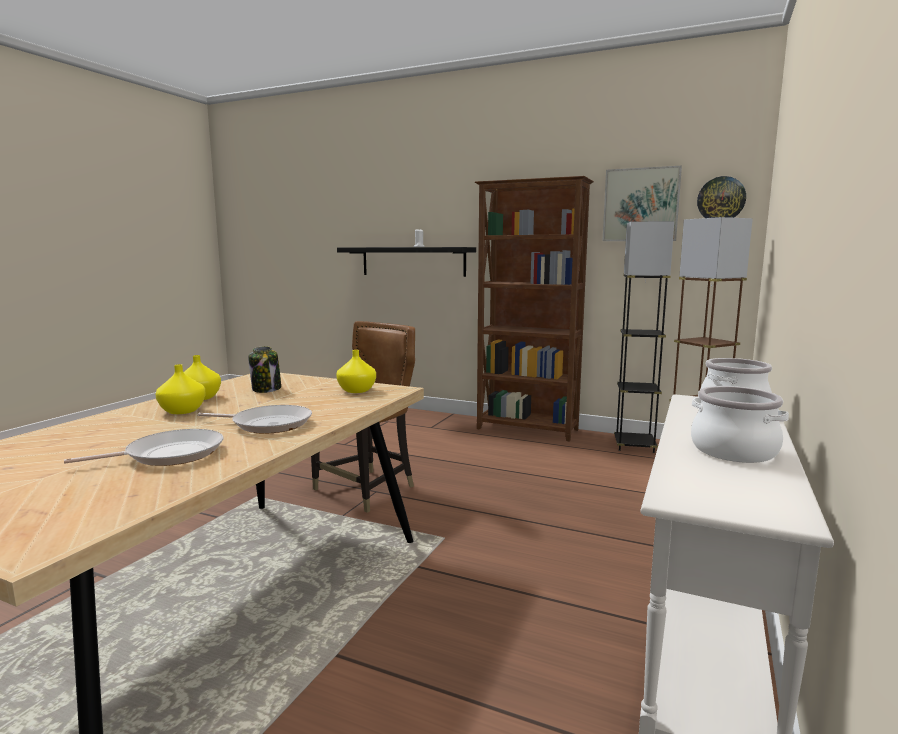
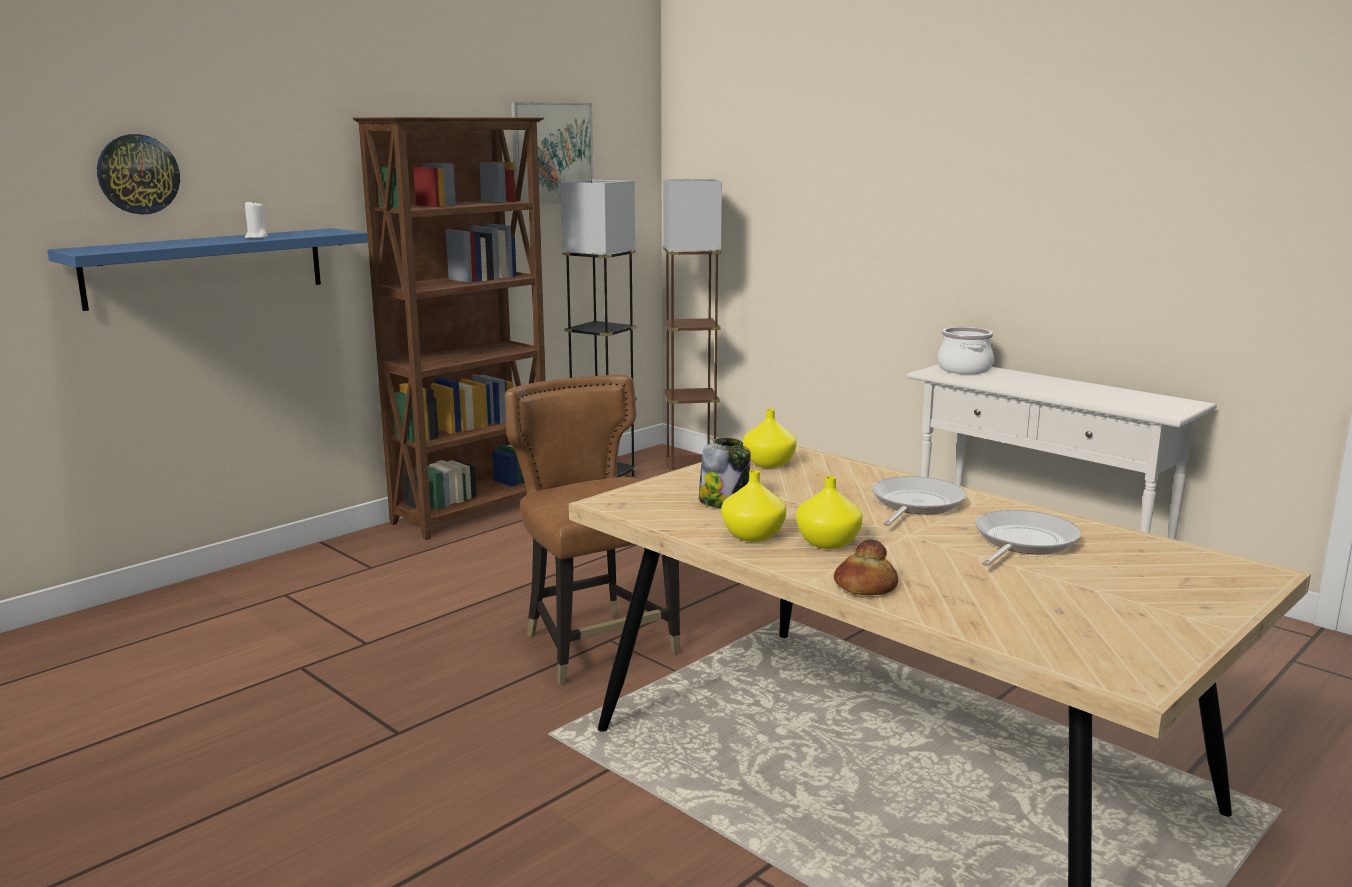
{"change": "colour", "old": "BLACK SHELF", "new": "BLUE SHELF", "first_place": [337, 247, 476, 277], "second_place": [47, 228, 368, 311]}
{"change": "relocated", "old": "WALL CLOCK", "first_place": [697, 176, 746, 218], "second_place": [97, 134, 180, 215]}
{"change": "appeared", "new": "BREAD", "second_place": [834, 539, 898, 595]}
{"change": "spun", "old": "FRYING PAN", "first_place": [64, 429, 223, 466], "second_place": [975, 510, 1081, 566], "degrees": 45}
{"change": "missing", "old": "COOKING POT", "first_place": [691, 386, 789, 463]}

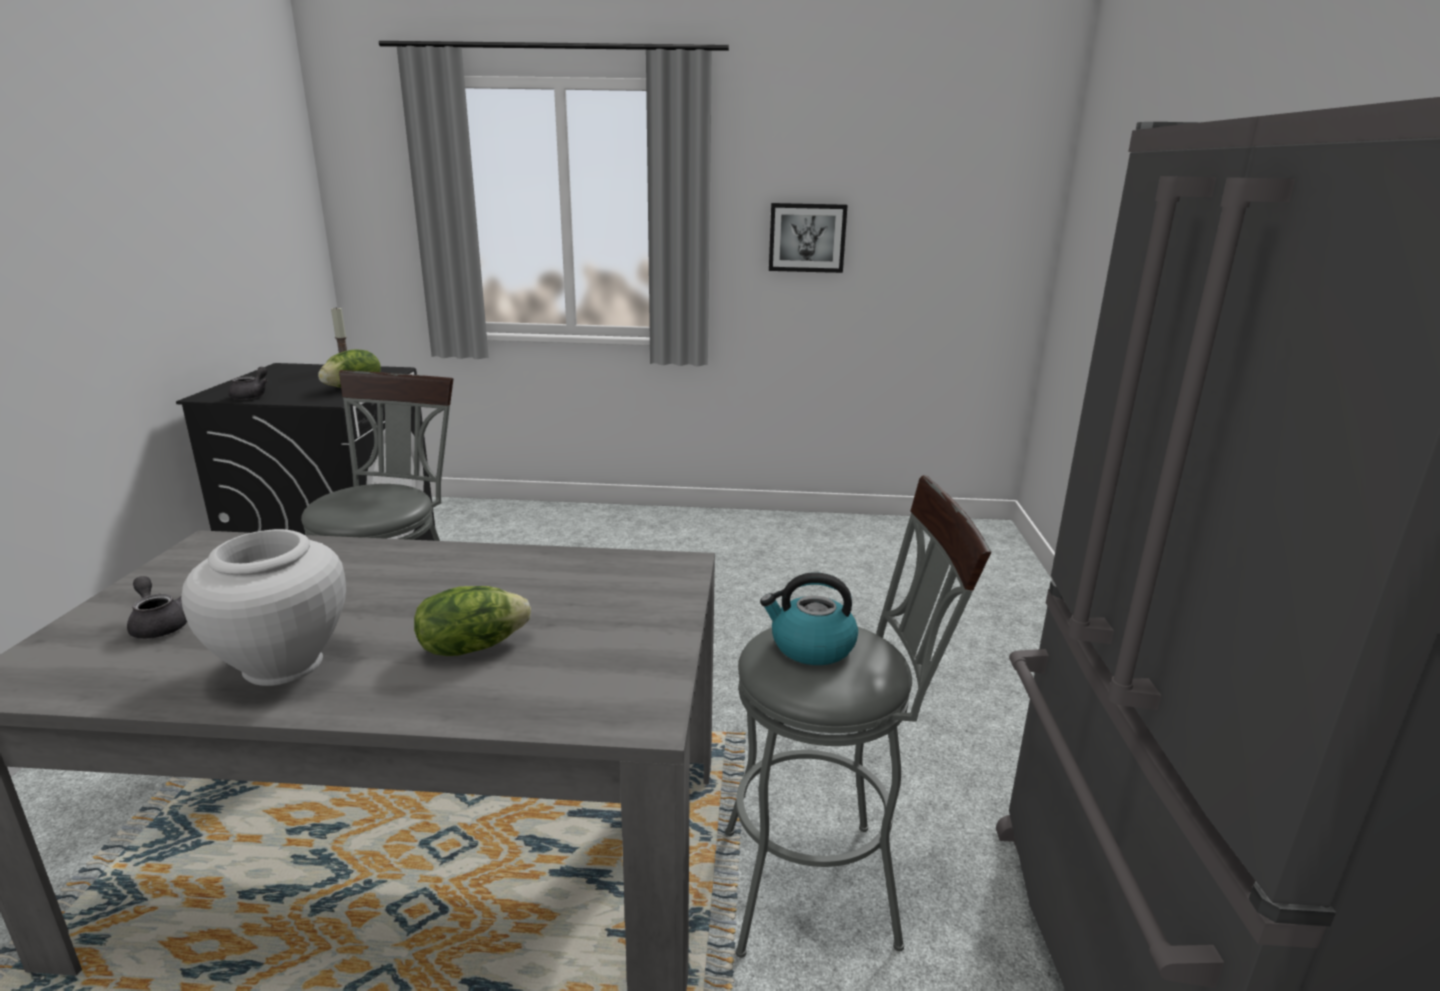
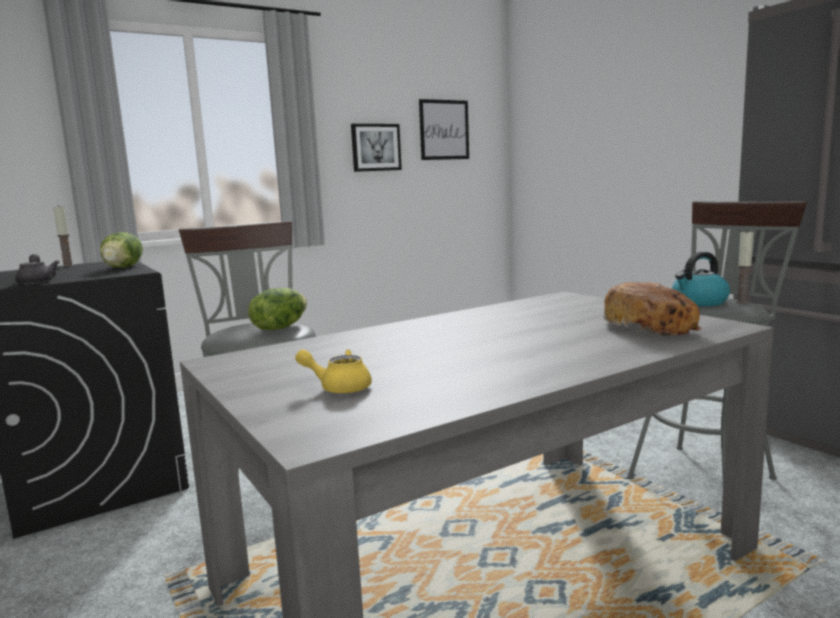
{"change": "relocated", "old": "LETTUCE", "first_place": [414, 586, 531, 656], "second_place": [248, 288, 307, 330]}
{"change": "colour", "old": "GREY TEAPOT", "new": "YELLOW TEAPOT", "first_place": [127, 576, 187, 639], "second_place": [295, 349, 372, 394]}
{"change": "appeared", "new": "PICTURE", "second_place": [419, 99, 469, 160]}
{"change": "appeared", "new": "BREAD", "second_place": [603, 282, 701, 336]}
{"change": "appeared", "new": "CANDLE", "second_place": [736, 230, 753, 304]}
{"change": "missing", "old": "WHITE VASE", "first_place": [181, 529, 346, 686]}

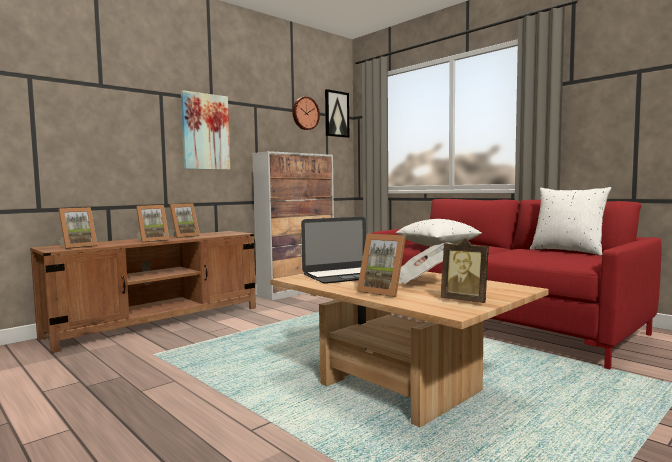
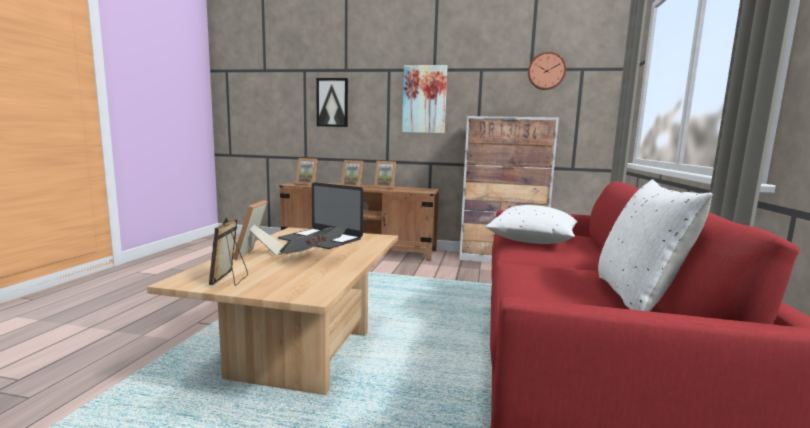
{"change": "relocated", "old": "PICTURE", "first_place": [325, 89, 349, 138], "second_place": [316, 78, 348, 127]}

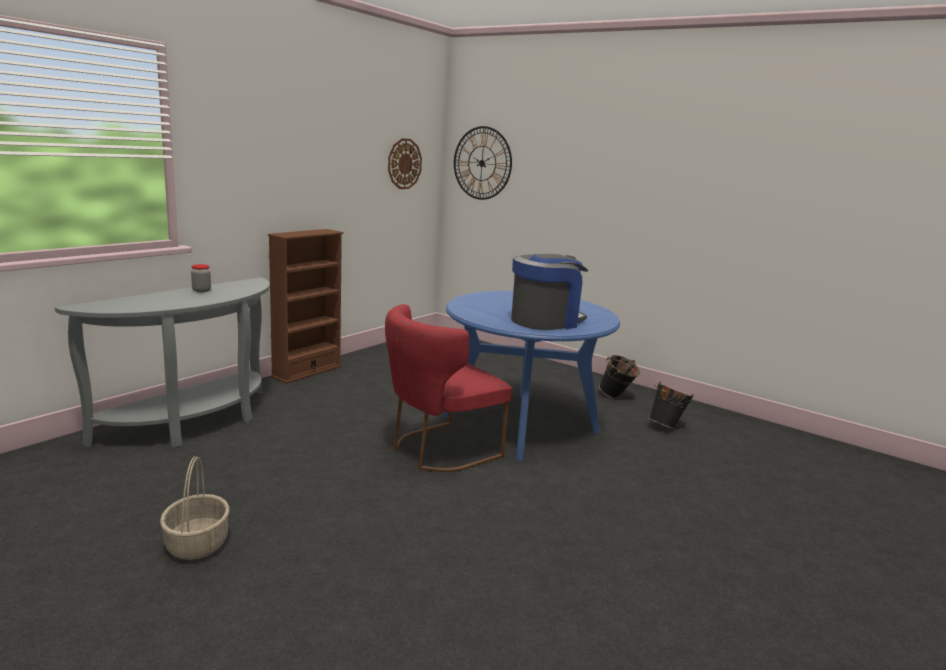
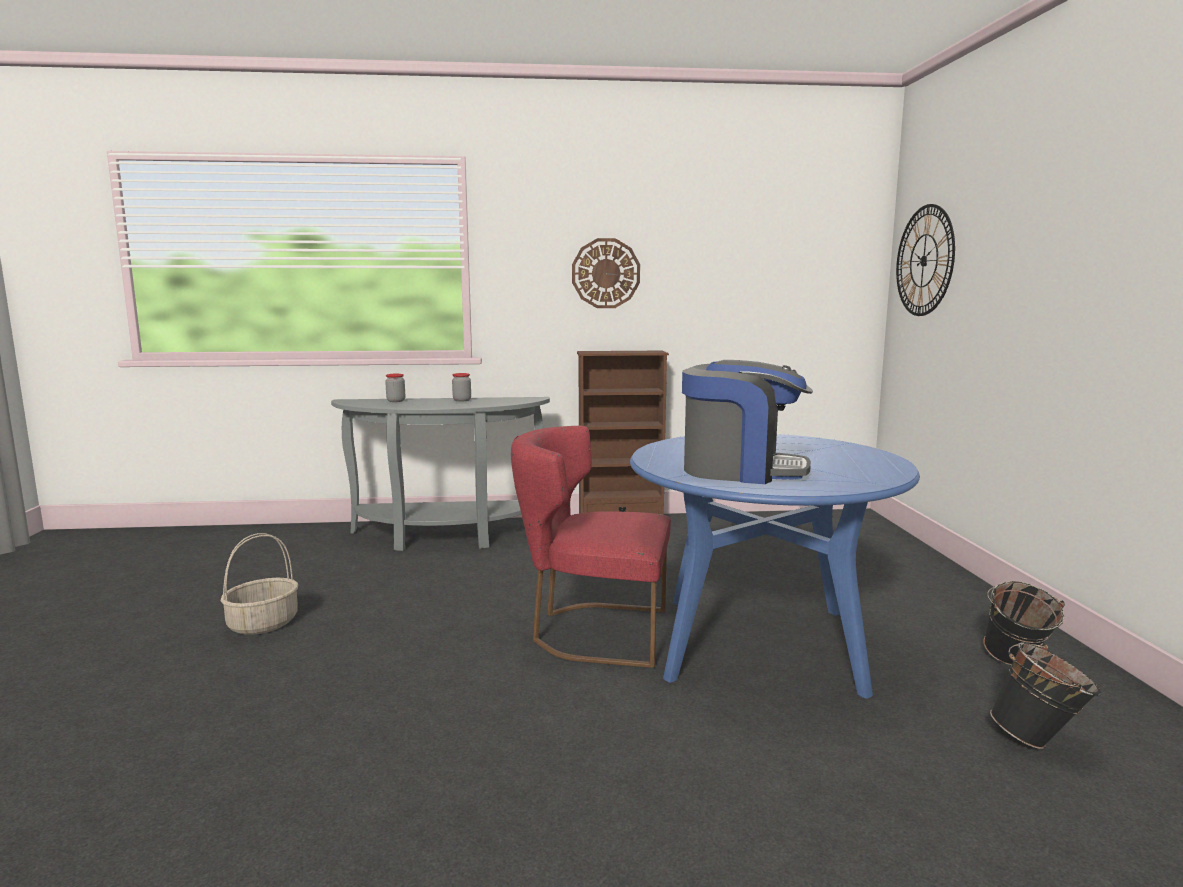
{"change": "appeared", "new": "JAR", "second_place": [385, 374, 405, 402]}
{"change": "relocated", "old": "WALL CLOCK", "first_place": [388, 138, 422, 189], "second_place": [572, 238, 640, 308]}

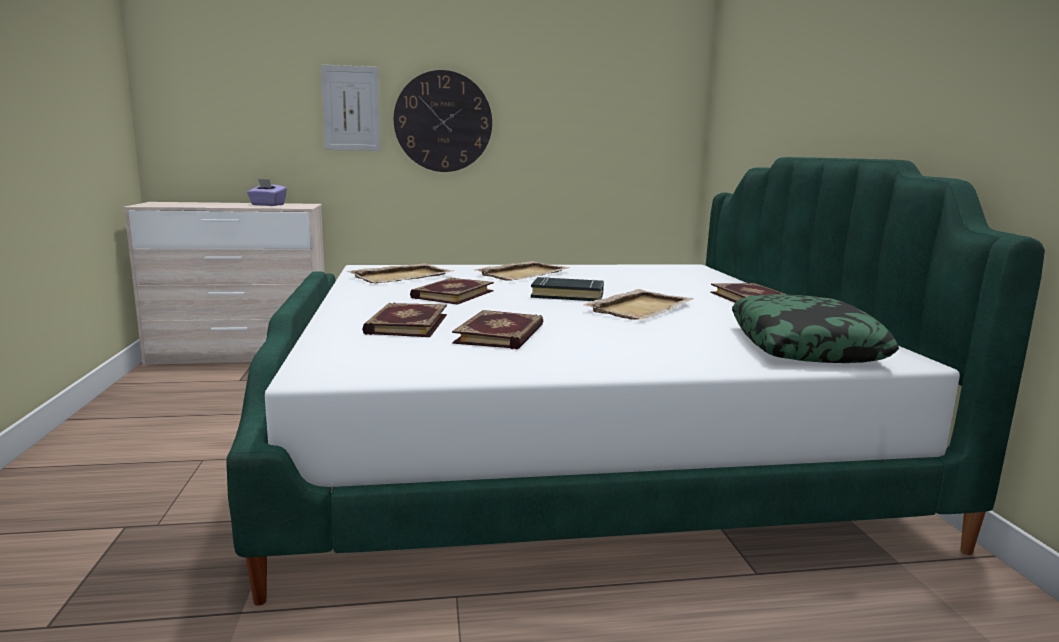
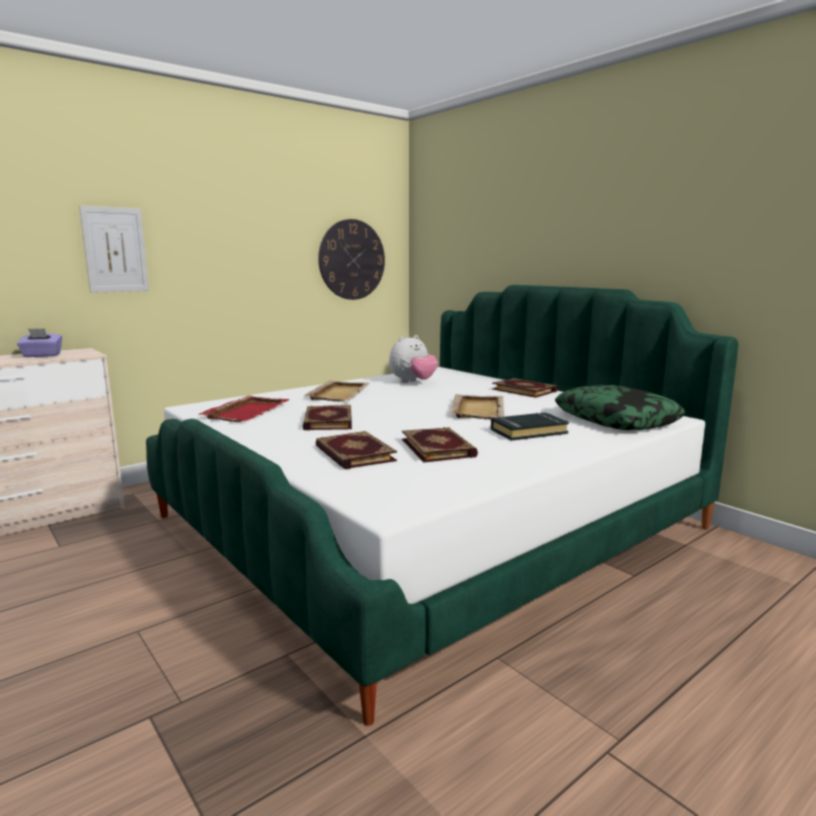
{"change": "colour", "old": "BEIGE TRAY", "new": "RED TRAY", "first_place": [347, 263, 453, 283], "second_place": [199, 396, 290, 422]}
{"change": "relocated", "old": "WALL CLOCK", "first_place": [394, 70, 492, 172], "second_place": [318, 219, 385, 300]}
{"change": "appeared", "new": "PLUSH TOY", "second_place": [389, 335, 438, 383]}
{"change": "relocated", "old": "BLACK BOOK", "first_place": [531, 277, 604, 301], "second_place": [491, 412, 569, 441]}

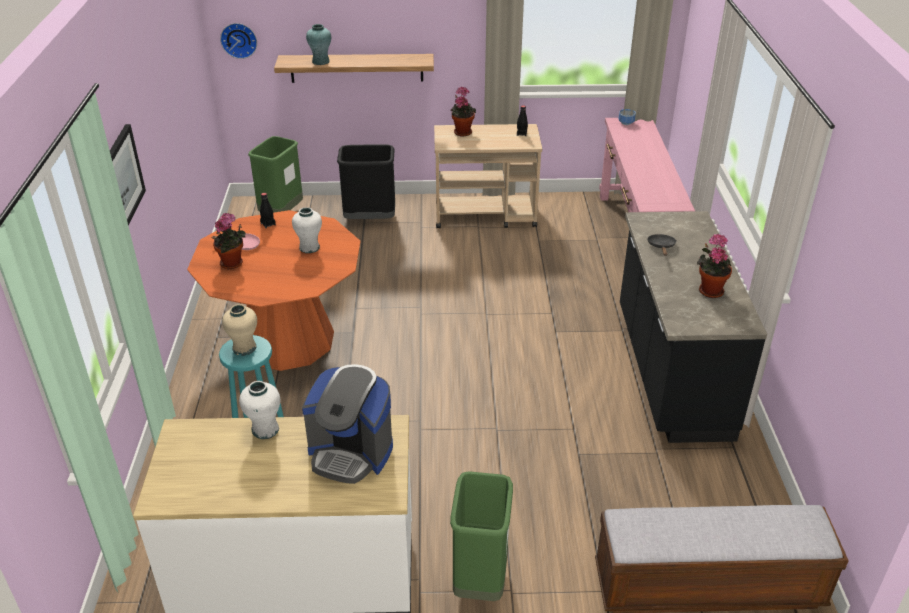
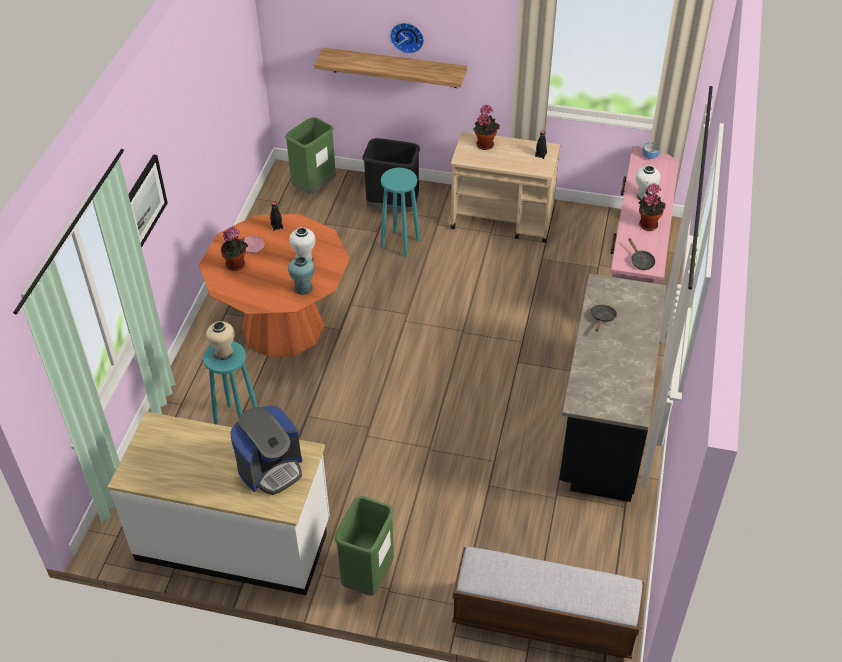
{"change": "spun", "old": "COFFEE MACHINE", "first_place": [302, 364, 393, 484], "second_place": [230, 406, 302, 495], "degrees": -75}
{"change": "relocated", "old": "TURQUOISE VASE", "first_place": [306, 24, 331, 65], "second_place": [288, 256, 315, 295]}
{"change": "appeared", "new": "TURQUOISE STOOL", "second_place": [381, 168, 420, 257]}
{"change": "relocated", "old": "WALL CLOCK", "first_place": [220, 23, 257, 59], "second_place": [390, 23, 424, 54]}
{"change": "appeared", "new": "BLACK FRYING PAN", "second_place": [628, 238, 655, 270]}
{"change": "relocated", "old": "WHITE VASE", "first_place": [239, 381, 280, 439], "second_place": [636, 165, 661, 201]}
{"change": "relocated", "old": "POTTED PLANT", "first_place": [697, 234, 732, 298], "second_place": [639, 183, 666, 231]}

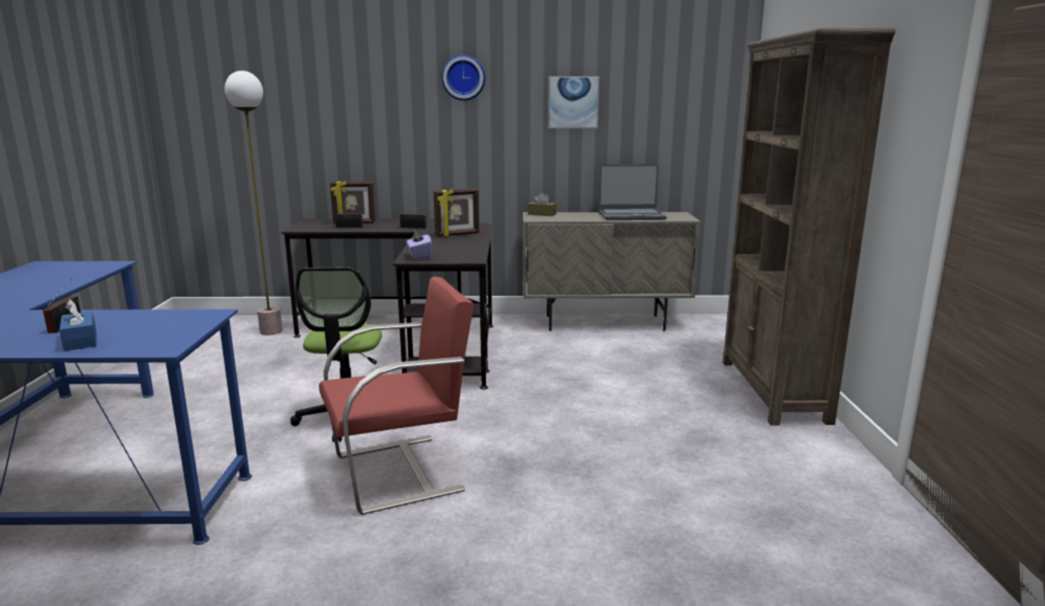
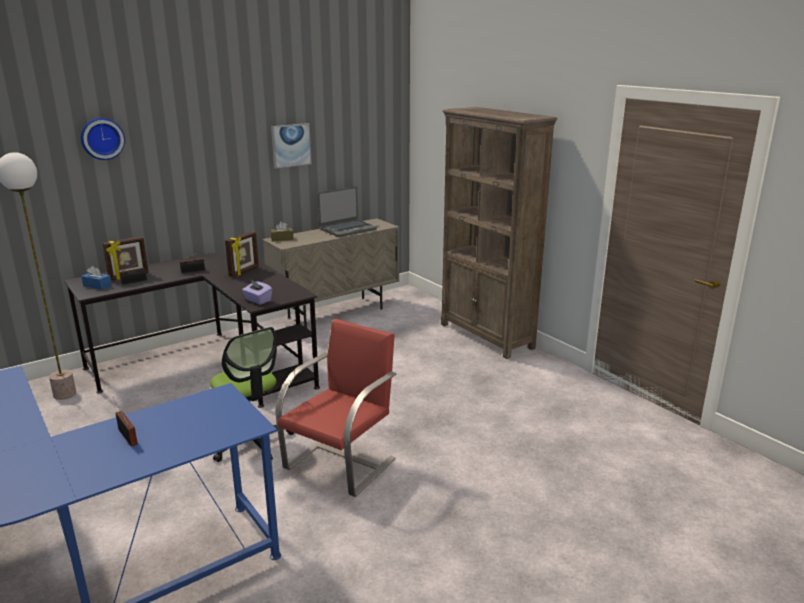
{"change": "relocated", "old": "WALL CLOCK", "first_place": [442, 55, 485, 101], "second_place": [81, 118, 125, 160]}
{"change": "relocated", "old": "BLUE TISSUE BOX", "first_place": [59, 299, 97, 351], "second_place": [81, 266, 112, 290]}

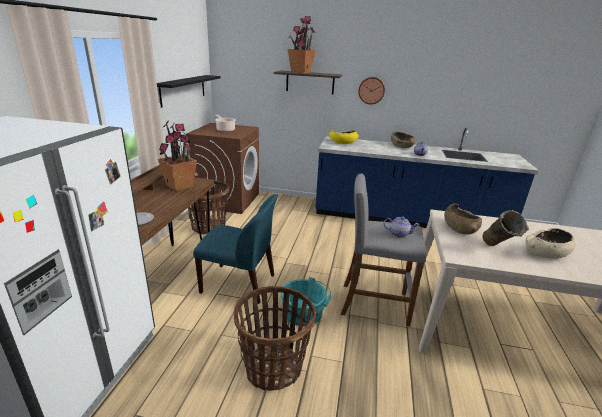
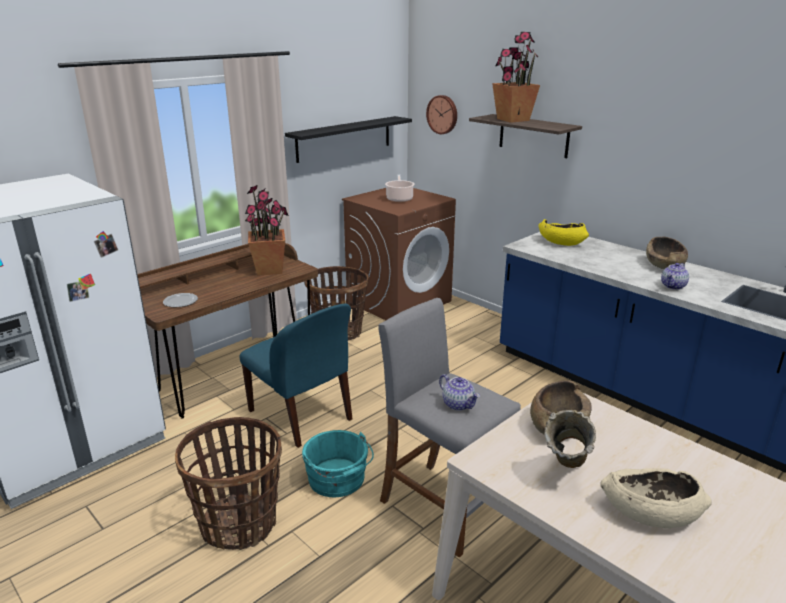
{"change": "relocated", "old": "WALL CLOCK", "first_place": [358, 77, 385, 104], "second_place": [426, 95, 457, 134]}

